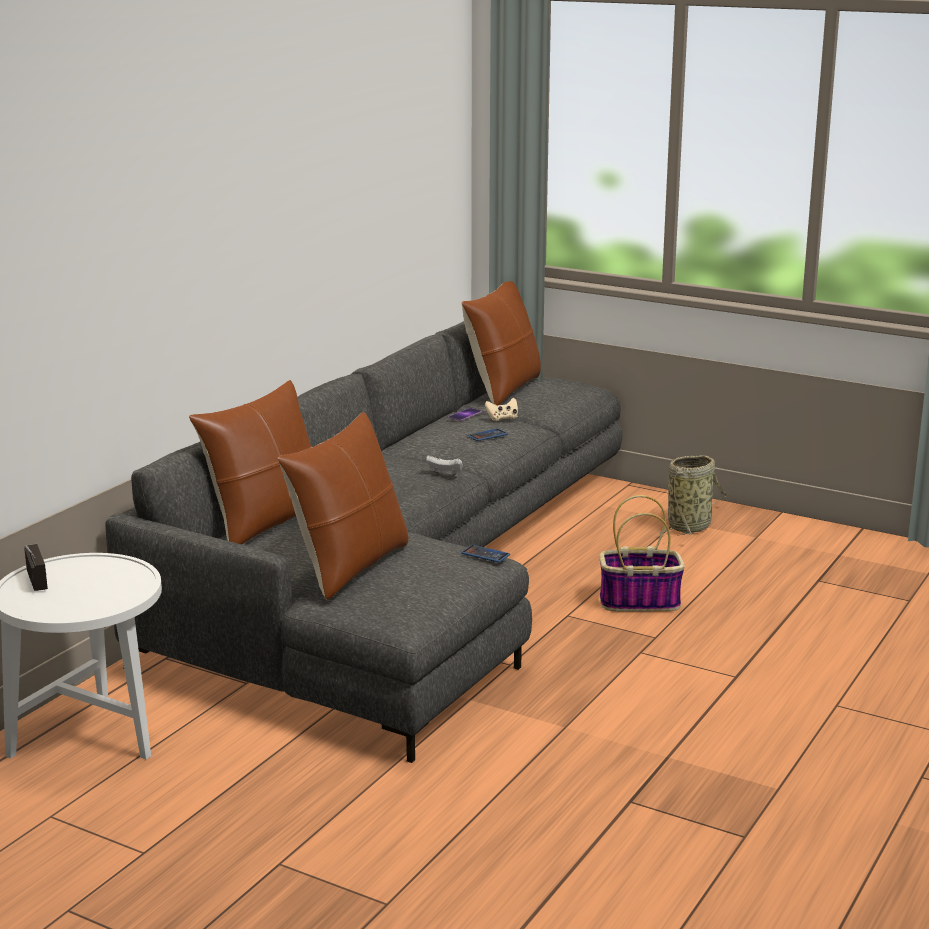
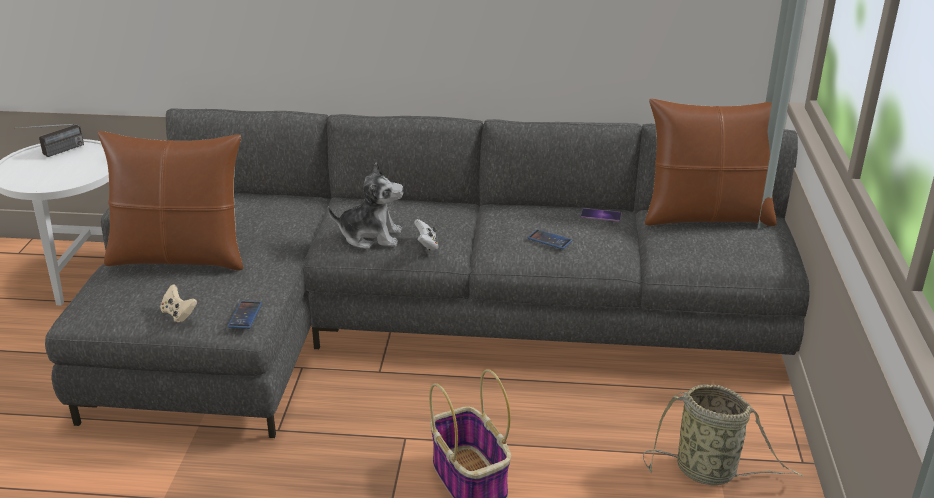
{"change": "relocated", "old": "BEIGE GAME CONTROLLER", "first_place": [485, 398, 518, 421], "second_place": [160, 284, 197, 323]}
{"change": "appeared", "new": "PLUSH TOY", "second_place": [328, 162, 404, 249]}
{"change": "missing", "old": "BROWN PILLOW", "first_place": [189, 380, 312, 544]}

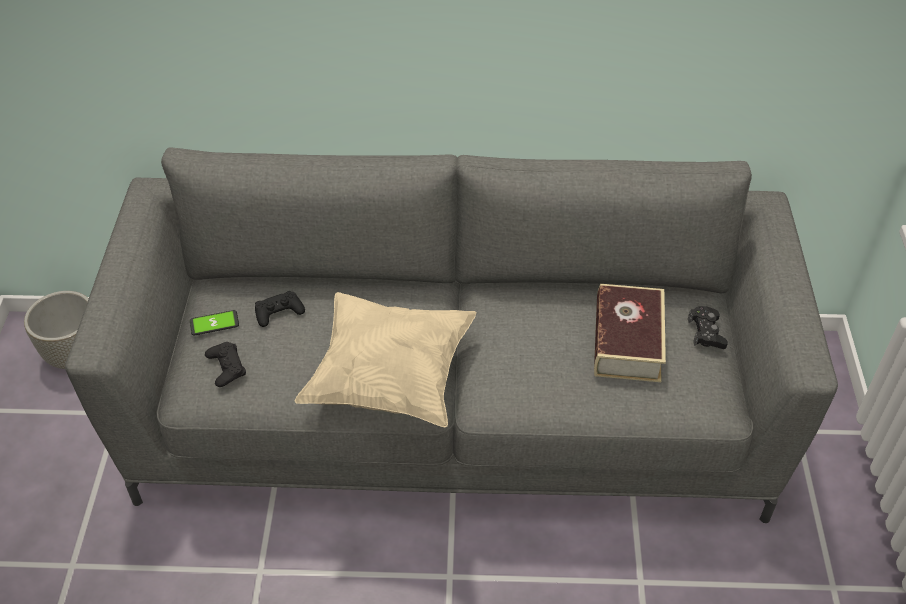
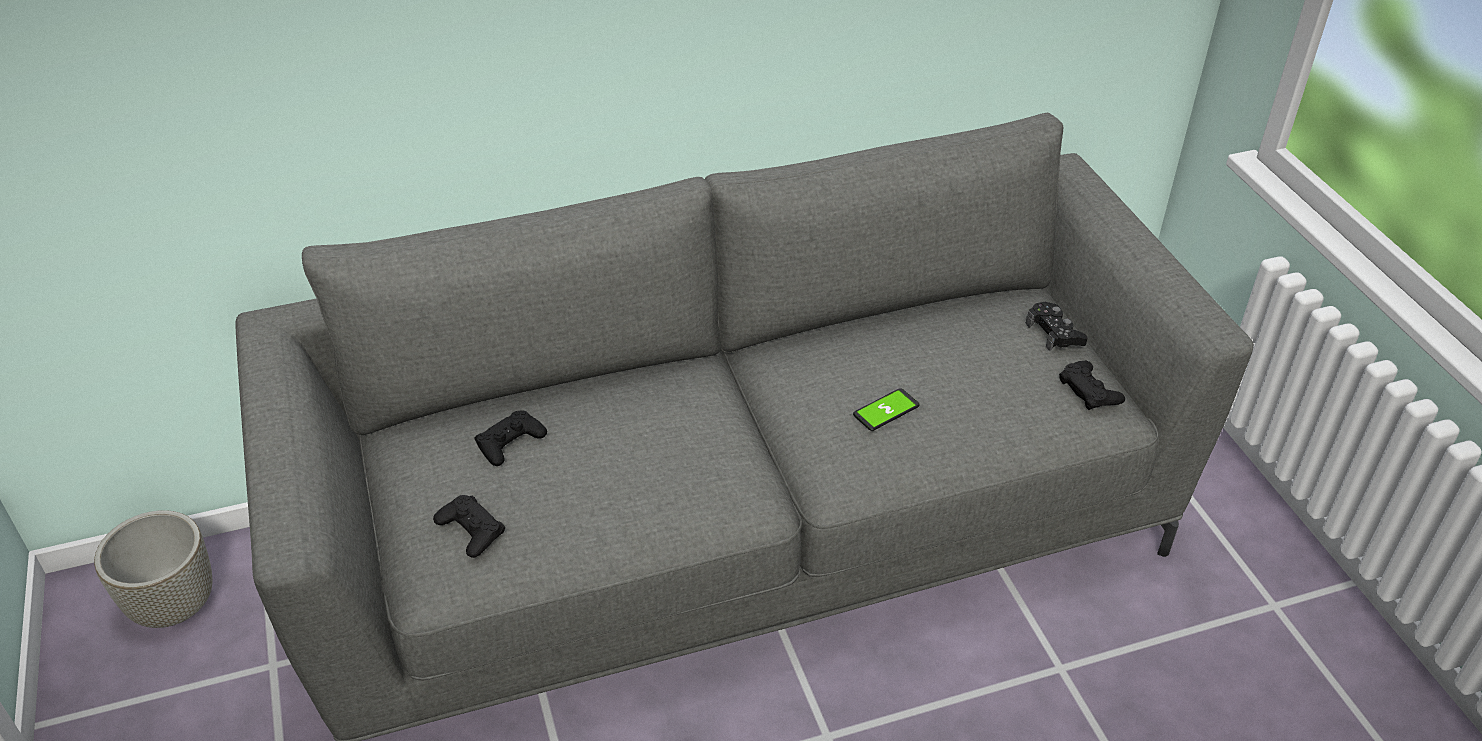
{"change": "relocated", "old": "PHONE", "first_place": [190, 310, 239, 335], "second_place": [853, 388, 919, 431]}
{"change": "appeared", "new": "BLACK GAME CONTROLLER", "second_place": [1059, 361, 1125, 410]}
{"change": "missing", "old": "BEIGE PILLOW", "first_place": [294, 292, 476, 427]}
{"change": "missing", "old": "BOOK", "first_place": [594, 284, 666, 382]}

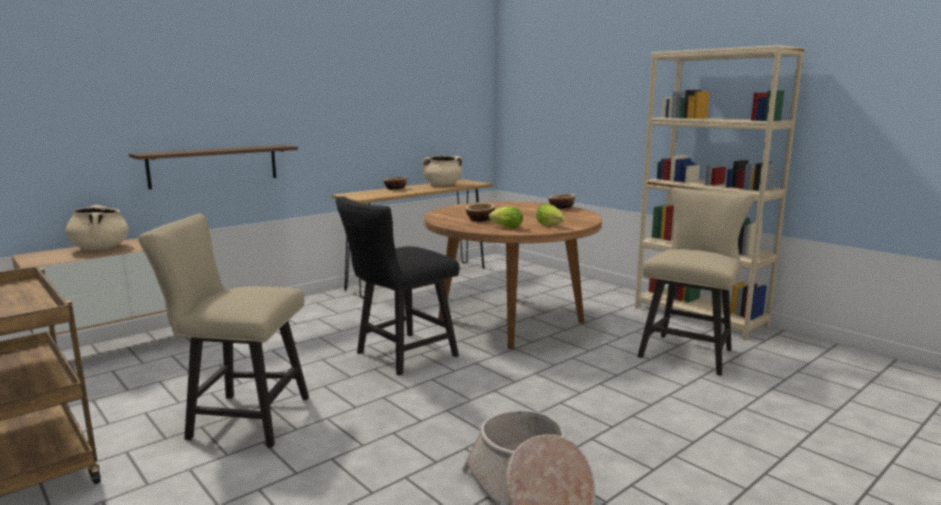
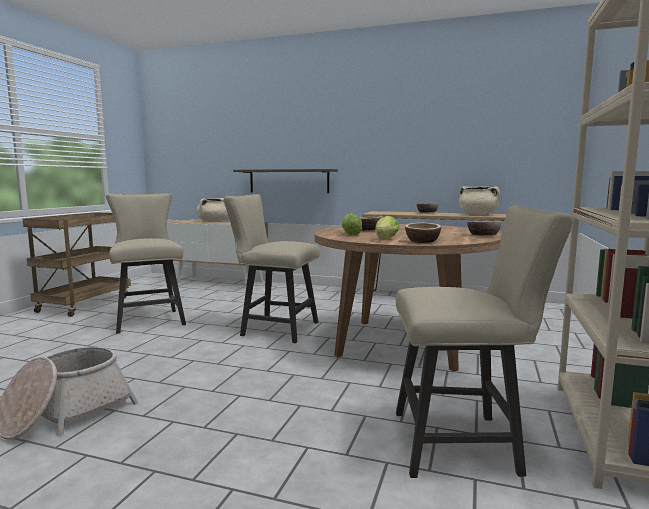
{"change": "colour", "old": "BLACK CHAIR", "new": "BEIGE CHAIR", "first_place": [335, 197, 460, 375], "second_place": [223, 194, 320, 343]}
{"change": "appeared", "new": "BOWL", "second_place": [405, 222, 441, 243]}

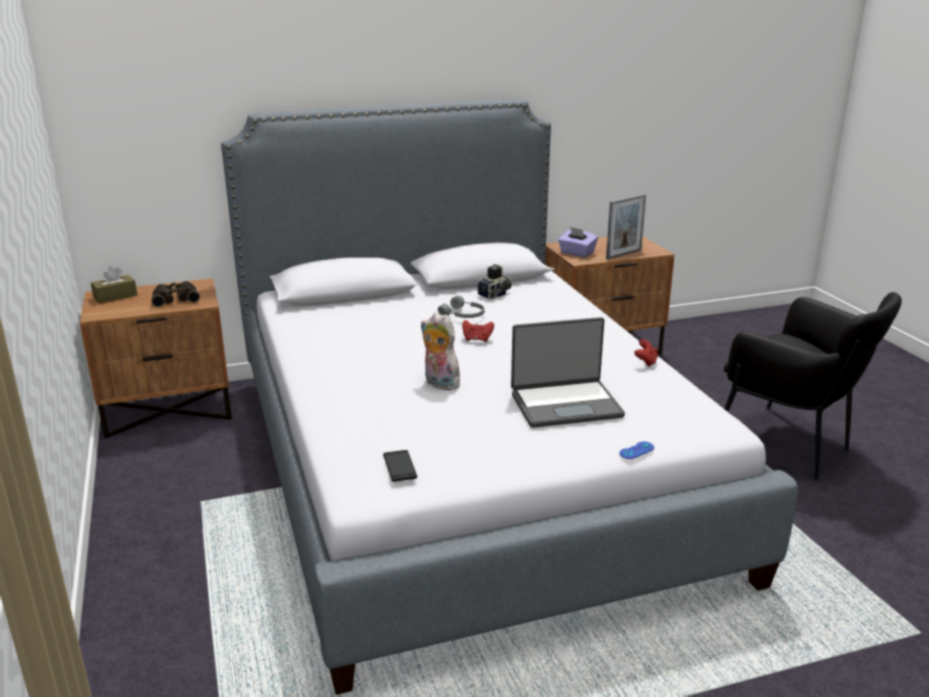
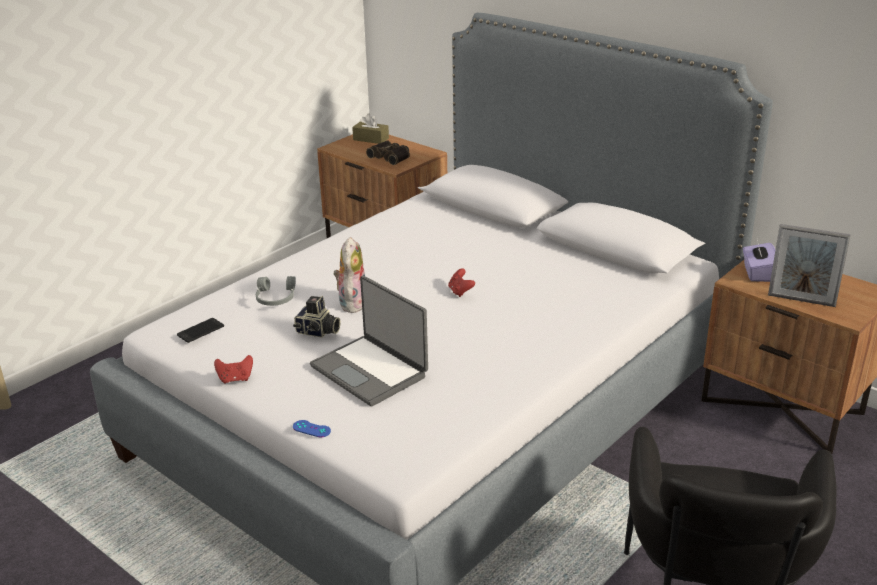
{"change": "relocated", "old": "RED GAME CONTROLLER", "first_place": [634, 339, 658, 367], "second_place": [214, 355, 253, 384]}
{"change": "relocated", "old": "GREY HEADPHONES", "first_place": [438, 296, 485, 318], "second_place": [256, 276, 296, 306]}
{"change": "relocated", "old": "PHOTO CAMERA", "first_place": [478, 264, 512, 300], "second_place": [293, 296, 340, 338]}

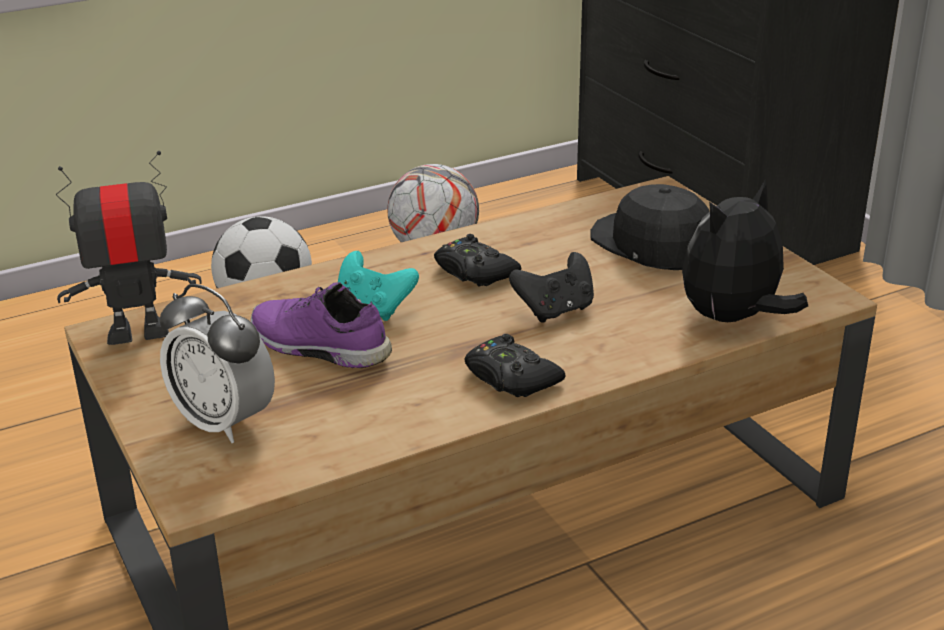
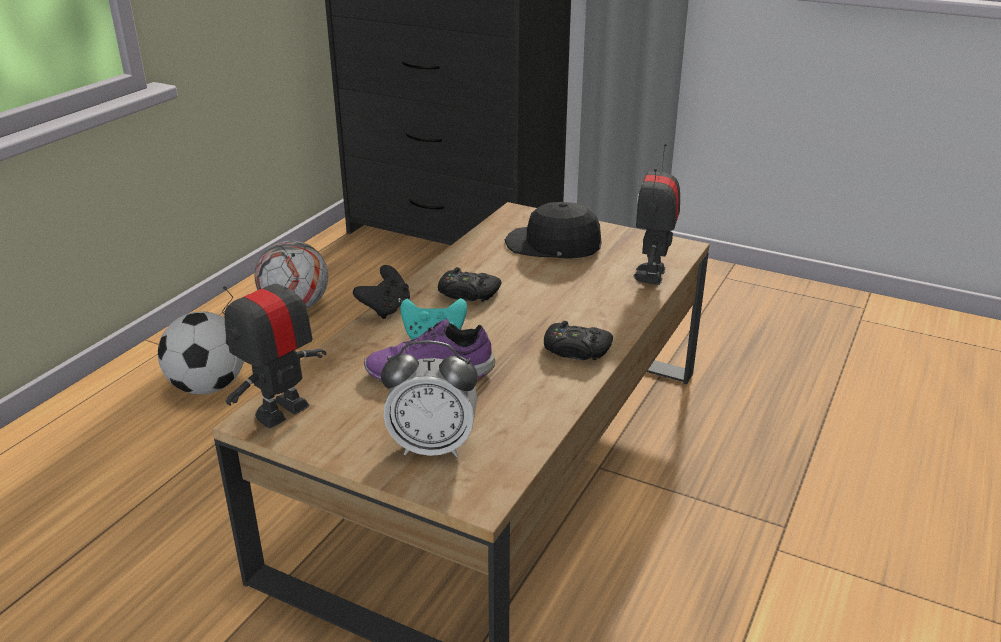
{"change": "relocated", "old": "BLACK GAME CONTROLLER", "first_place": [509, 252, 594, 322], "second_place": [353, 265, 410, 319]}
{"change": "exchanged", "old": "PLUSH TOY", "new": "TOY ROBOT", "first_place": [682, 179, 808, 322], "second_place": [634, 144, 680, 285]}

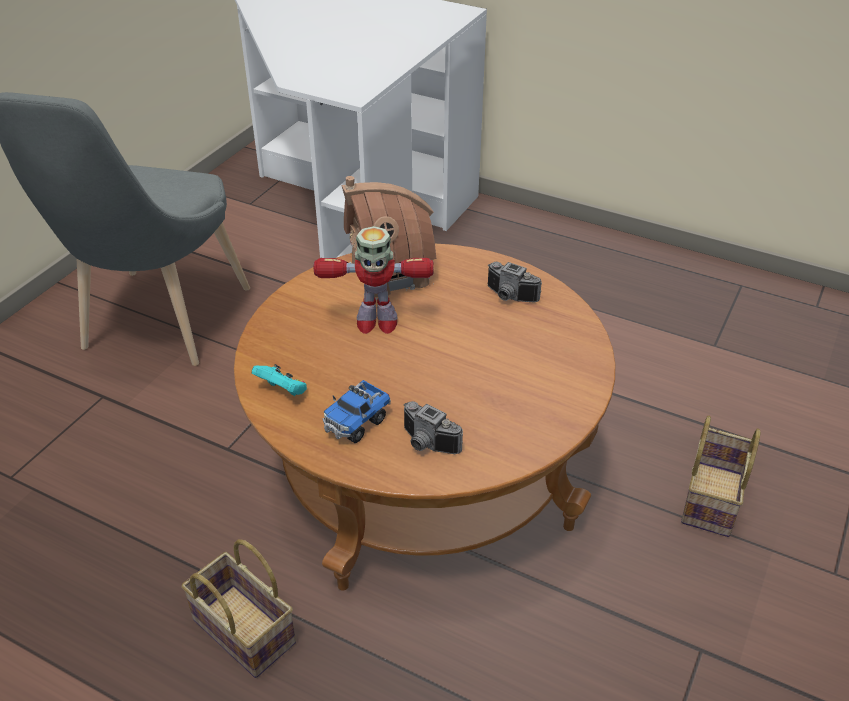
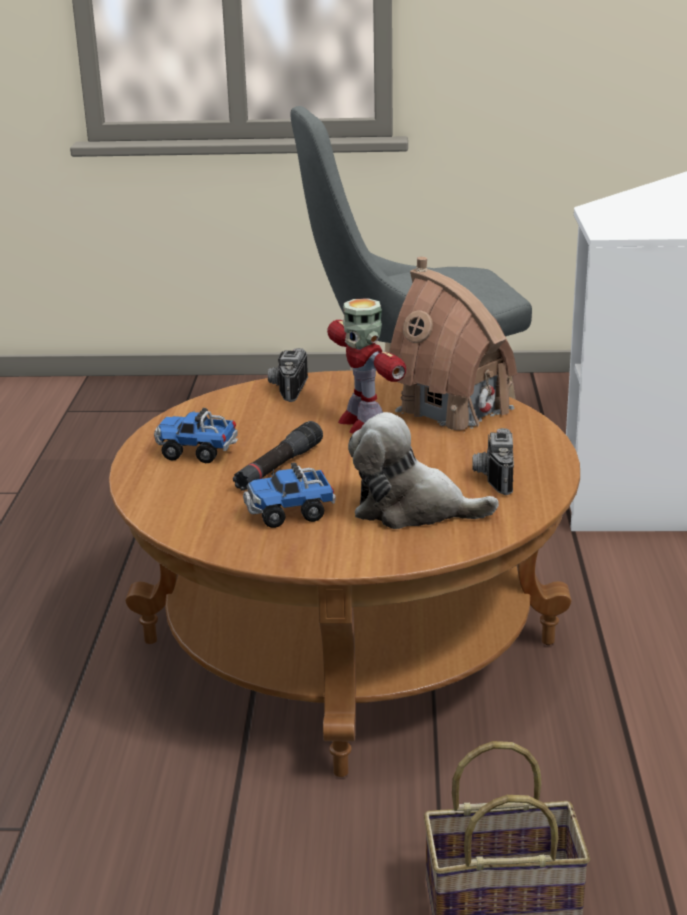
{"change": "appeared", "new": "BLACK FLASHLIGHT", "second_place": [233, 421, 323, 491]}
{"change": "appeared", "new": "TOY TRUCK", "second_place": [243, 463, 336, 528]}
{"change": "relocated", "old": "PHOTO CAMERA", "first_place": [404, 401, 463, 454], "second_place": [268, 348, 308, 402]}
{"change": "appeared", "new": "PLUSH TOY", "second_place": [348, 412, 499, 529]}
{"change": "missing", "old": "BASKET", "first_place": [181, 539, 296, 678]}
{"change": "missing", "old": "TURQUOISE GAME CONTROLLER", "first_place": [252, 364, 307, 396]}

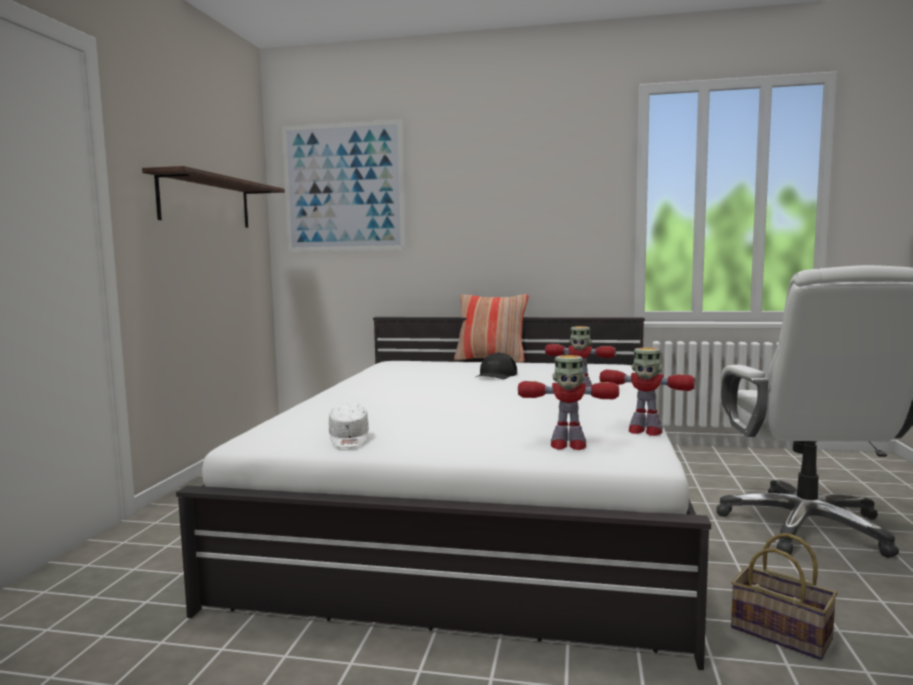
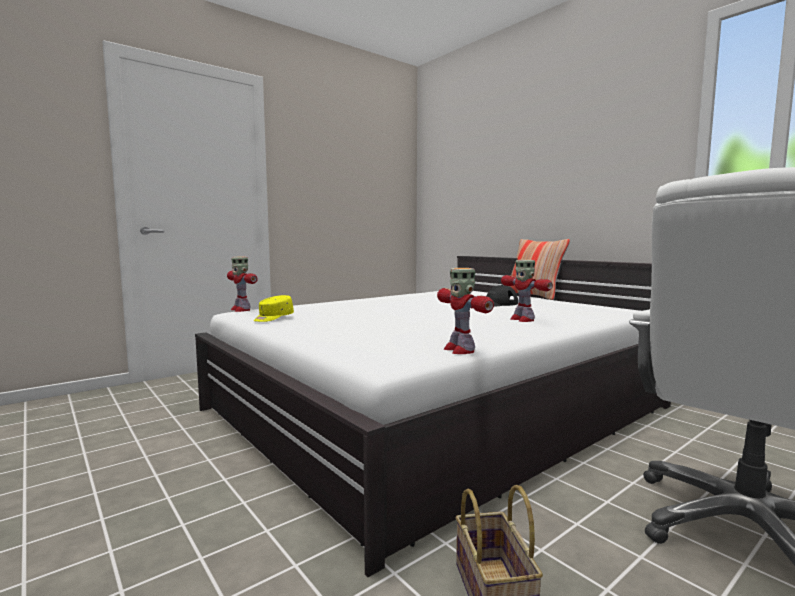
{"change": "relocated", "old": "TOY ROBOT", "first_place": [518, 355, 619, 450], "second_place": [227, 257, 258, 312]}
{"change": "colour", "old": "WHITE CAP", "new": "YELLOW CAP", "first_place": [329, 403, 369, 448], "second_place": [254, 295, 294, 322]}
{"change": "missing", "old": "SHELF", "first_place": [142, 166, 285, 228]}
{"change": "missing", "old": "PICTURE", "first_place": [282, 120, 405, 252]}

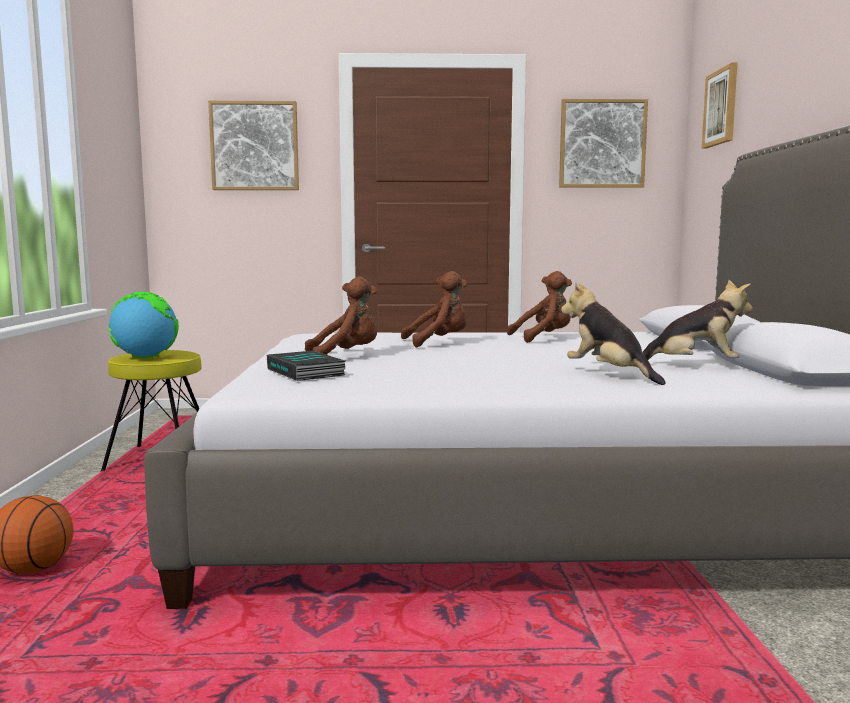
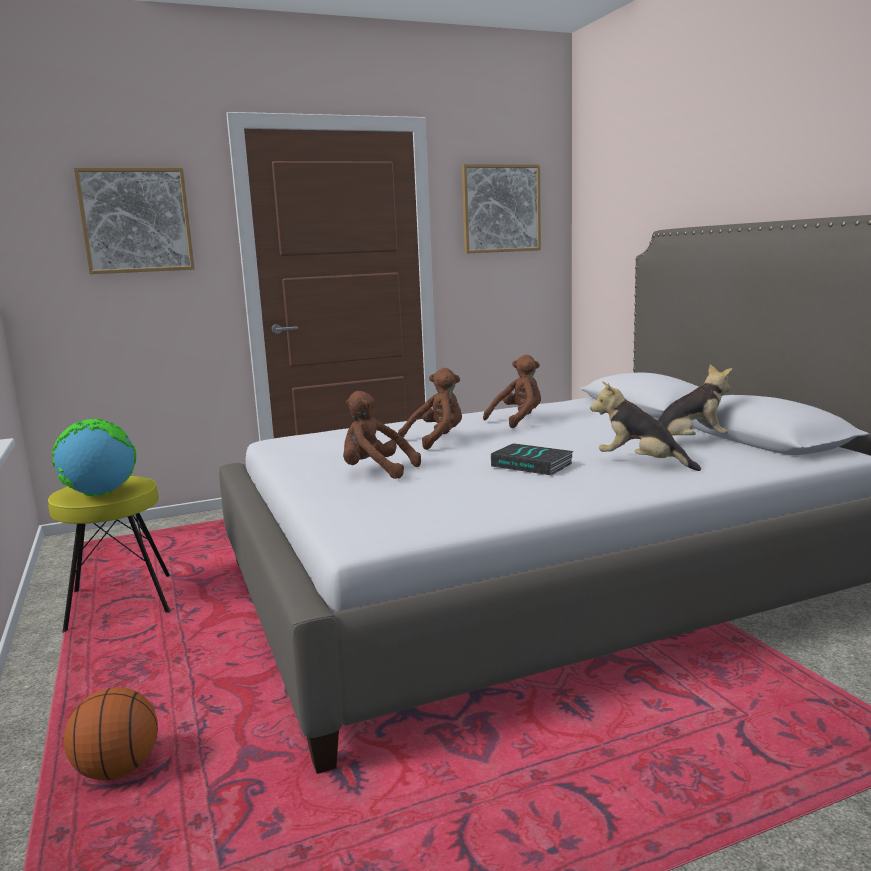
{"change": "spun", "old": "BROWN PLUSH TOY", "first_place": [305, 277, 377, 355], "second_place": [343, 391, 421, 479], "degrees": -120}
{"change": "relocated", "old": "BOOK", "first_place": [267, 351, 345, 381], "second_place": [491, 443, 573, 475]}
{"change": "missing", "old": "PICTURE", "first_place": [702, 62, 738, 148]}

